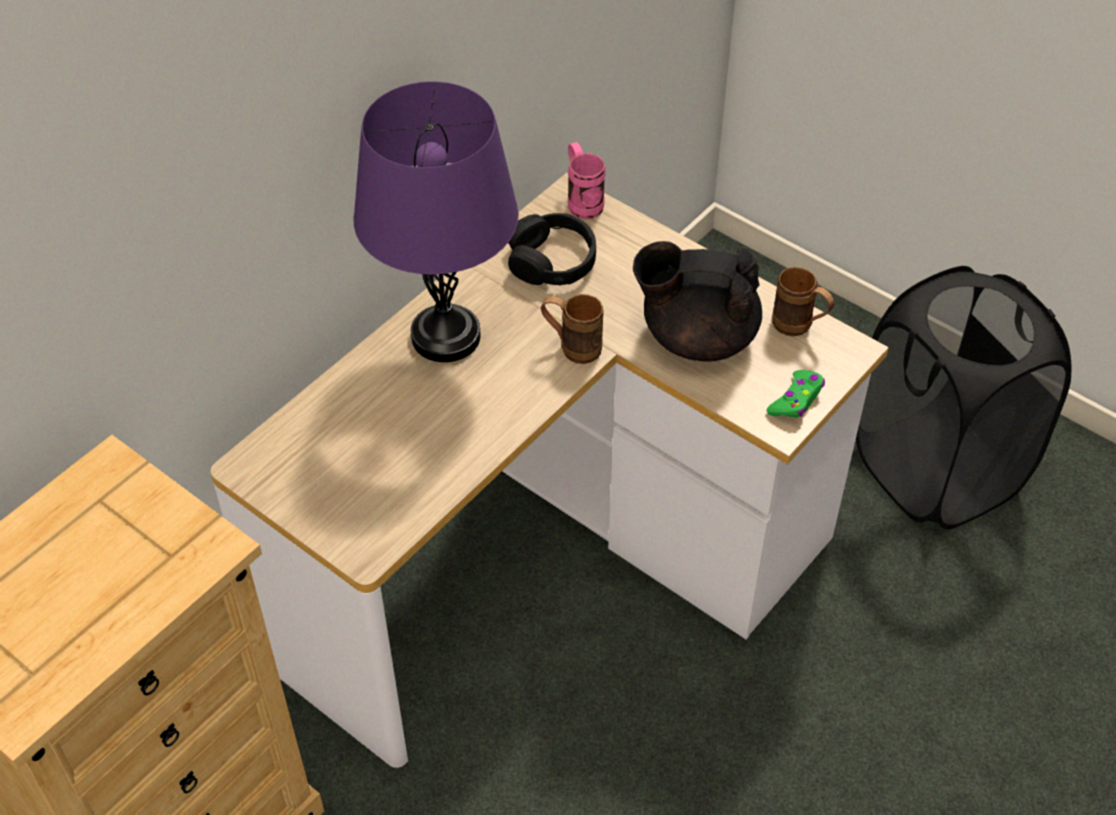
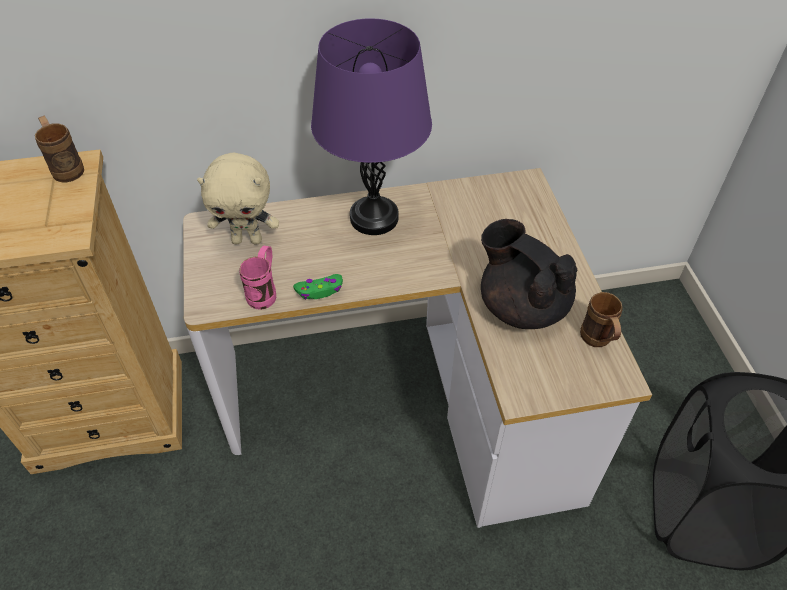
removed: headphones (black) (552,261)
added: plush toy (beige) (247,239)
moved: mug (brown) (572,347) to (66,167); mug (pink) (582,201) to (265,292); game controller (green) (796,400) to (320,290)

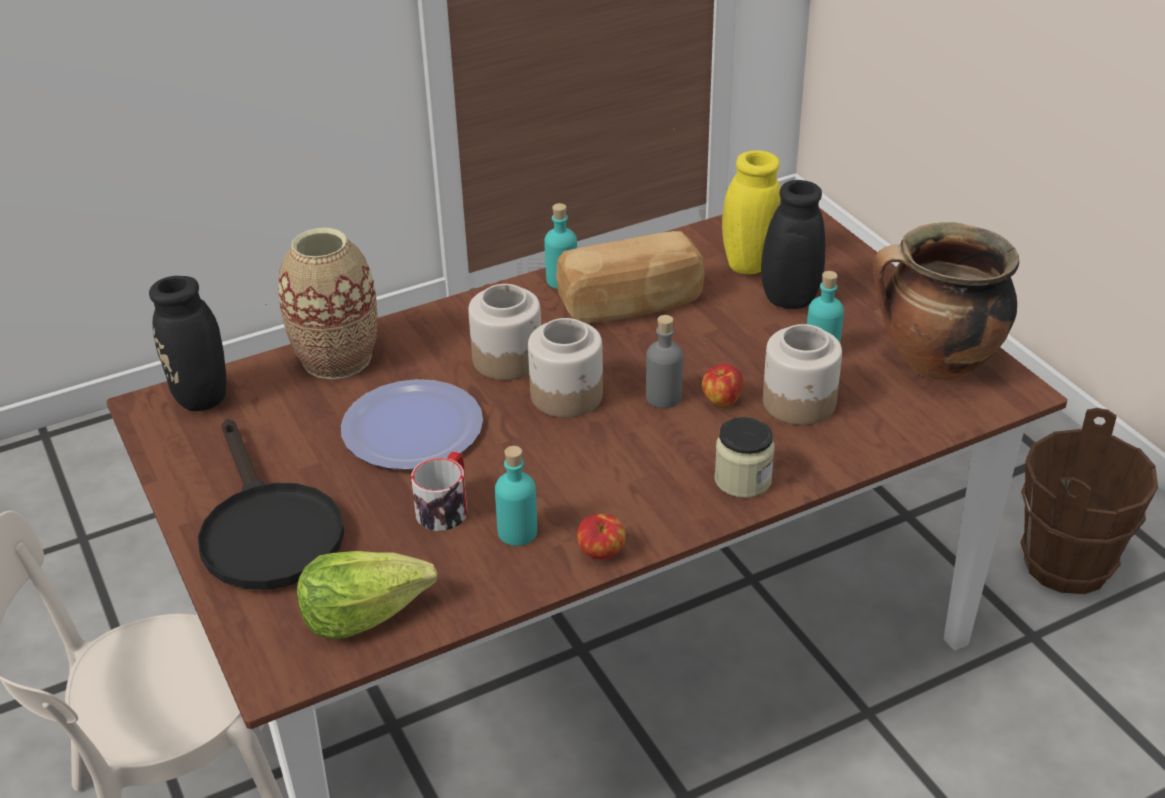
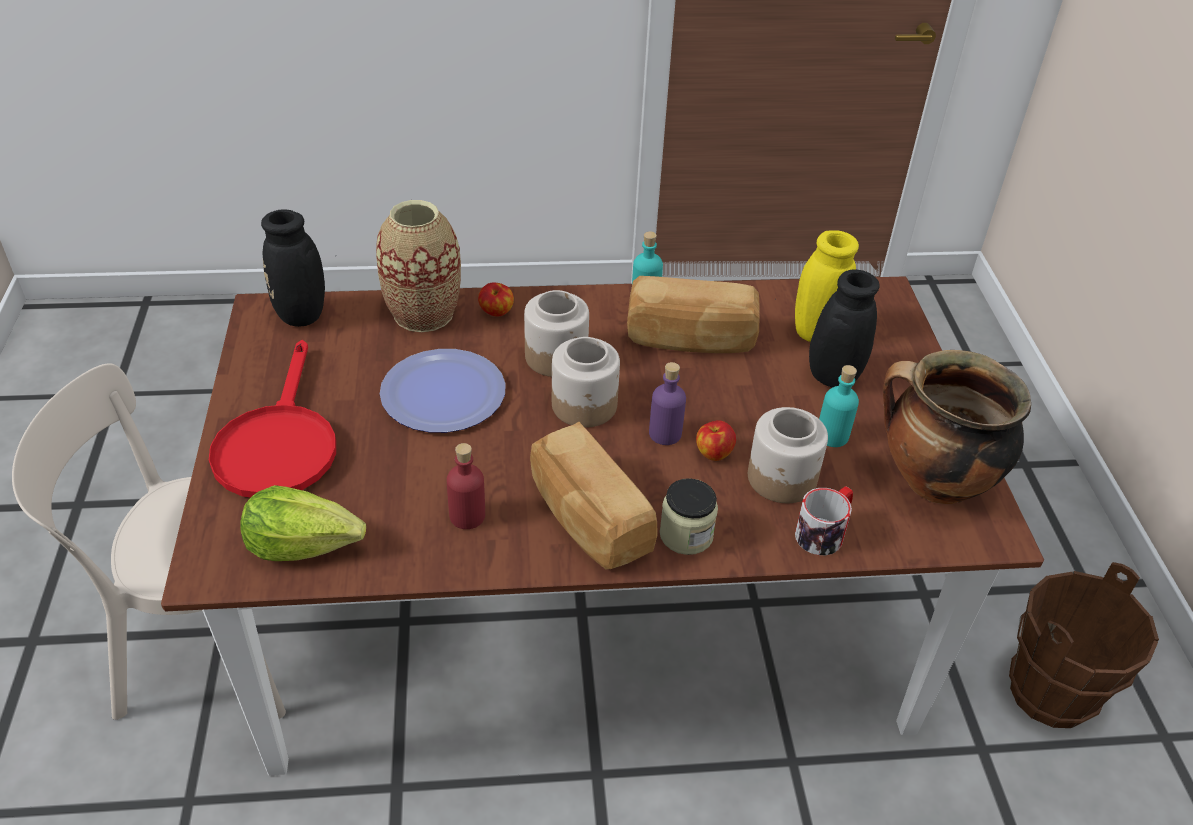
added: bread (587,518)
moved: apple (601,553) to (496,313); mug (446,506) to (824,531)
recoloured: frying pan (black) (266,530) to frying pan (red) (278,444); bottle (turquoise) (517,532) to bottle (red) (467,516); bottle (grey) (663,397) to bottle (purple) (665,433)

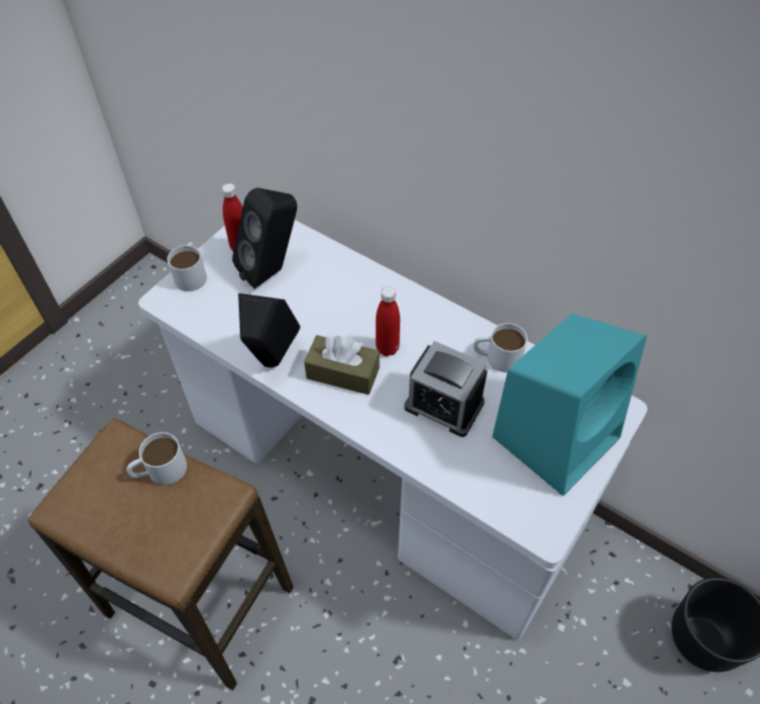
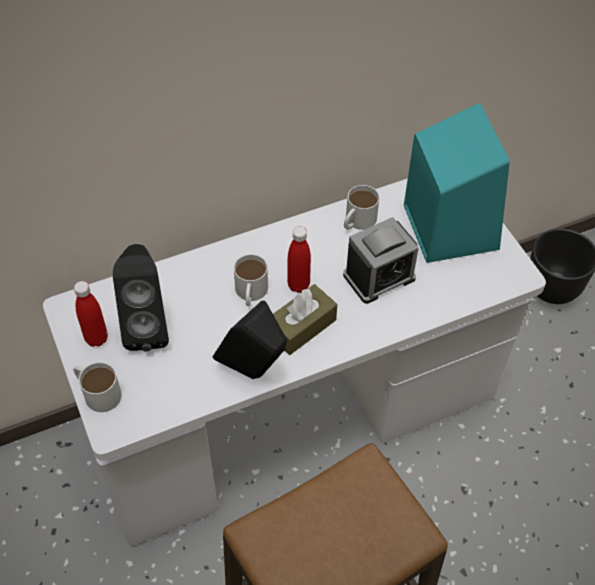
moved: mug (white) (159,471) to (250,293)

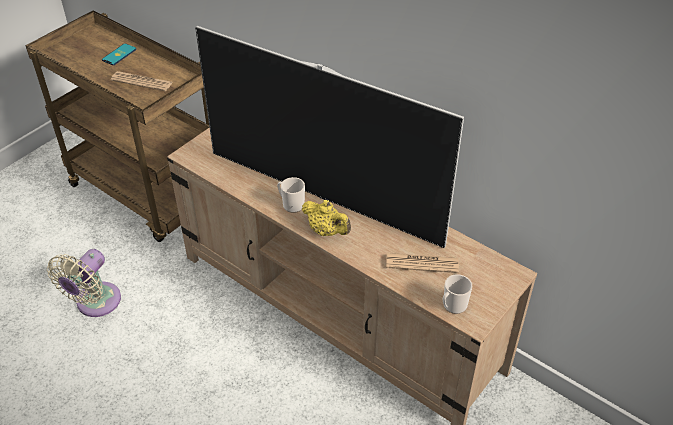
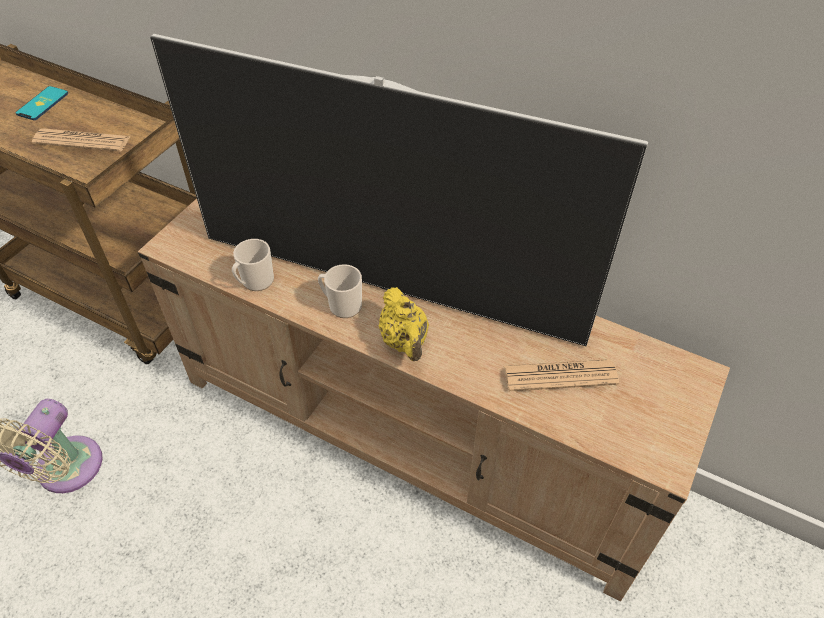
moved: mug (453,306) to (255,282)
turned: teapot (yellow) (327,231) = (405,342) 45 degrees clockwise

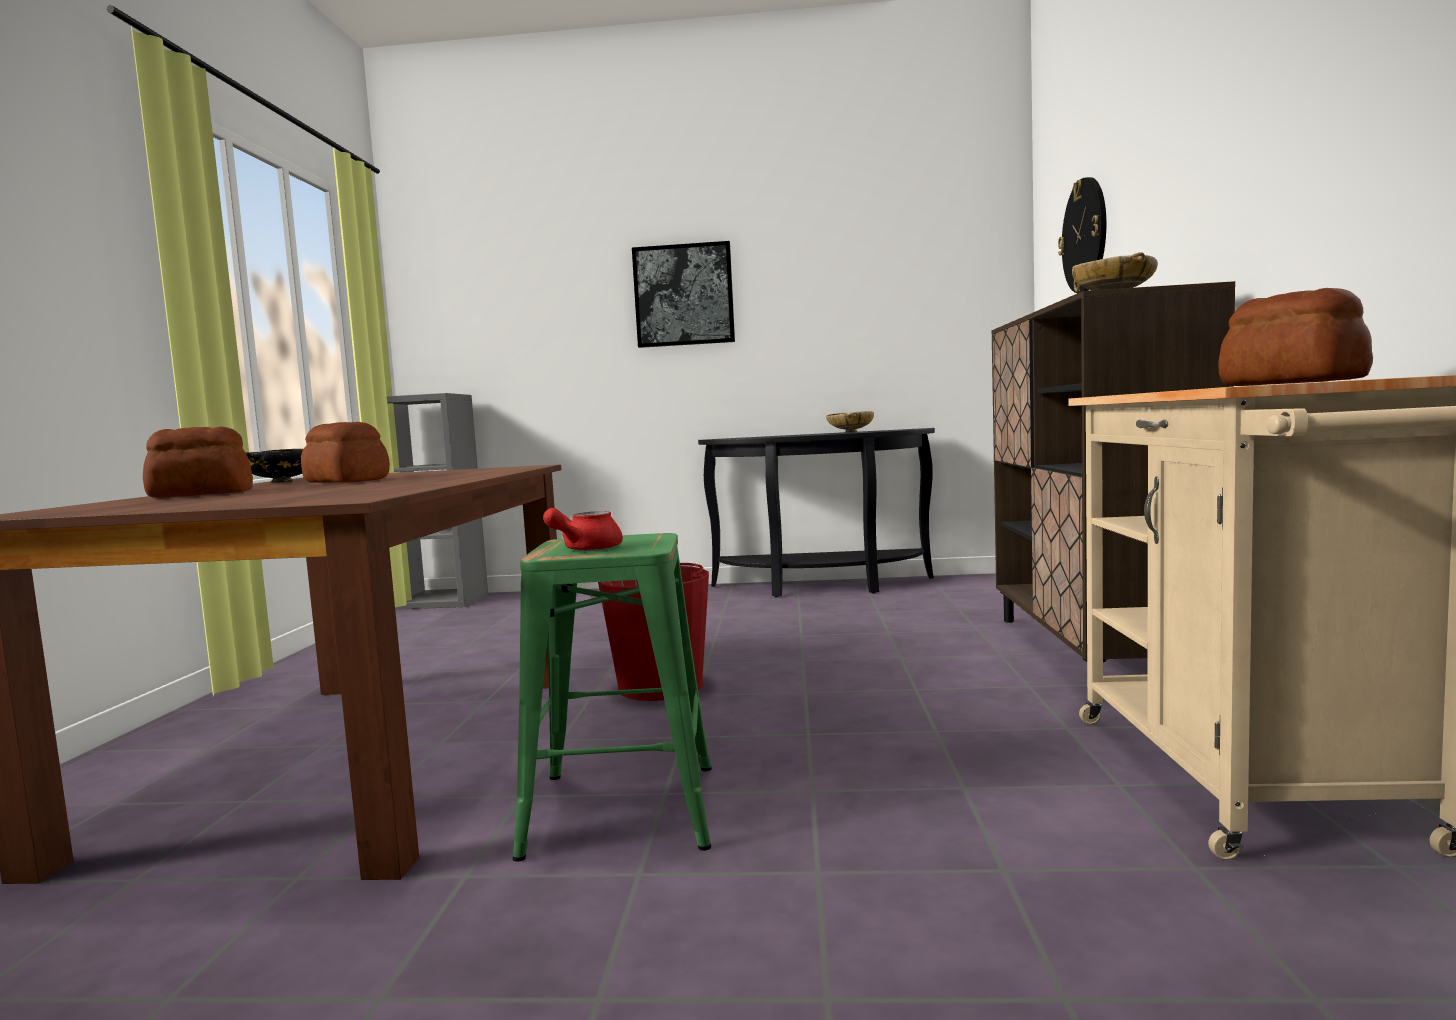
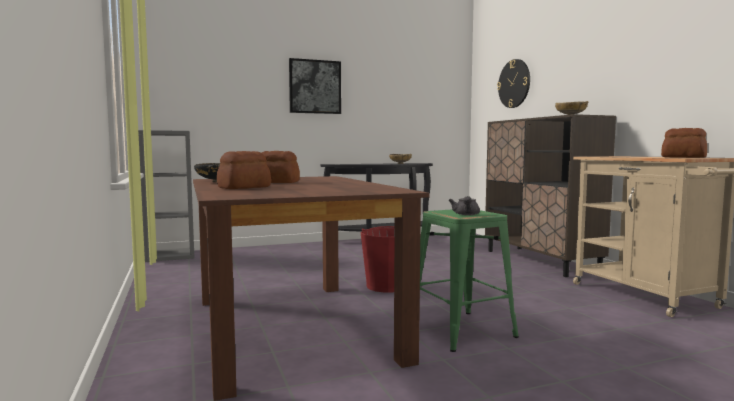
recoloured: teapot (red) (585,549) to teapot (grey) (466,214)

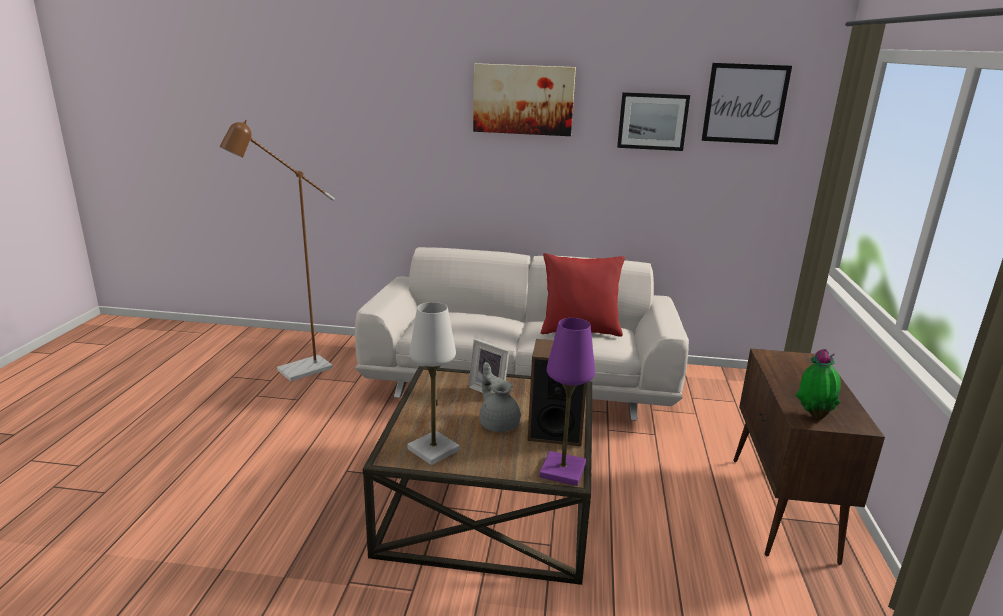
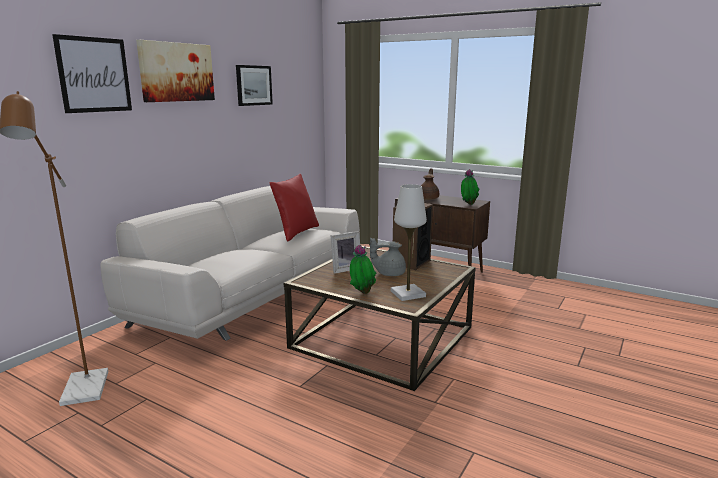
removed: table lamp (purple) (562,470)
added: potted plant (361,293); teapot (brown) (429,198)
moved: picture (745,104) to (94,75)

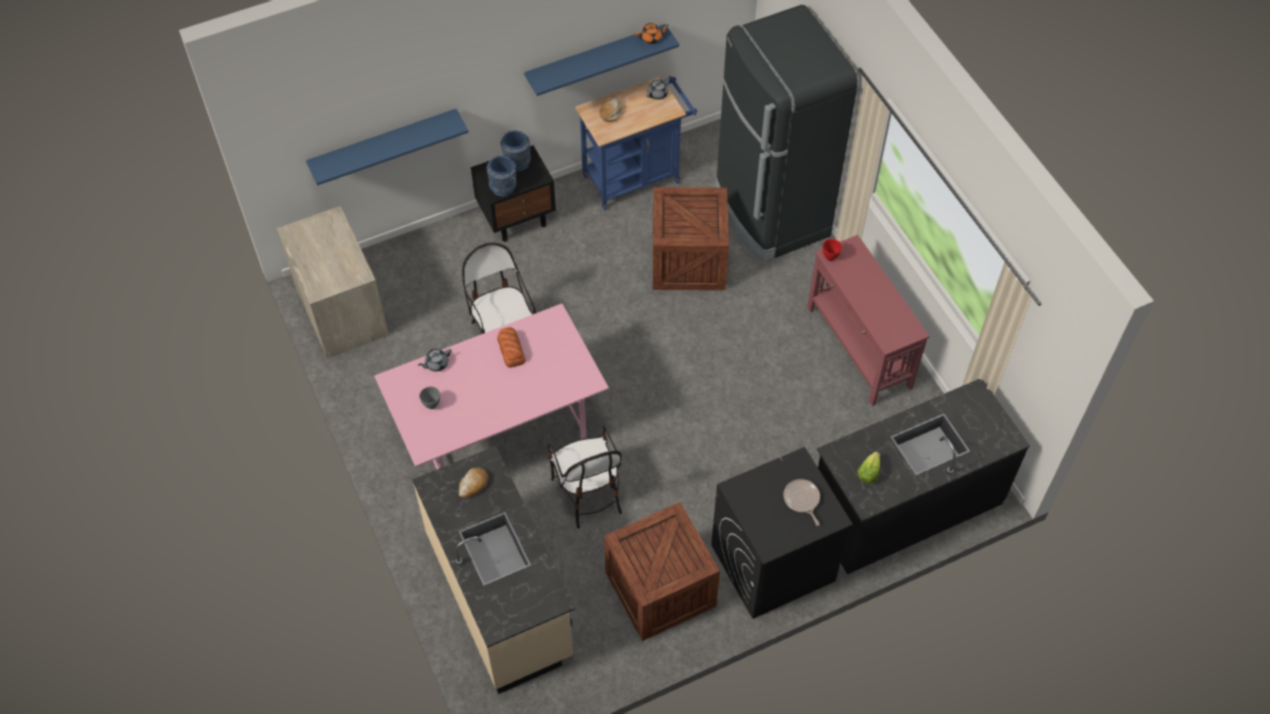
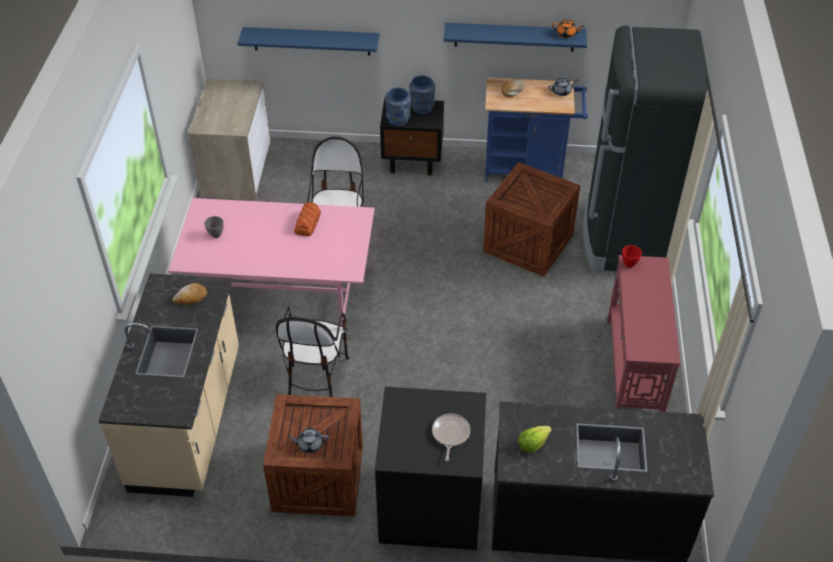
moved: teapot (grey) (436,364) to (309,444)

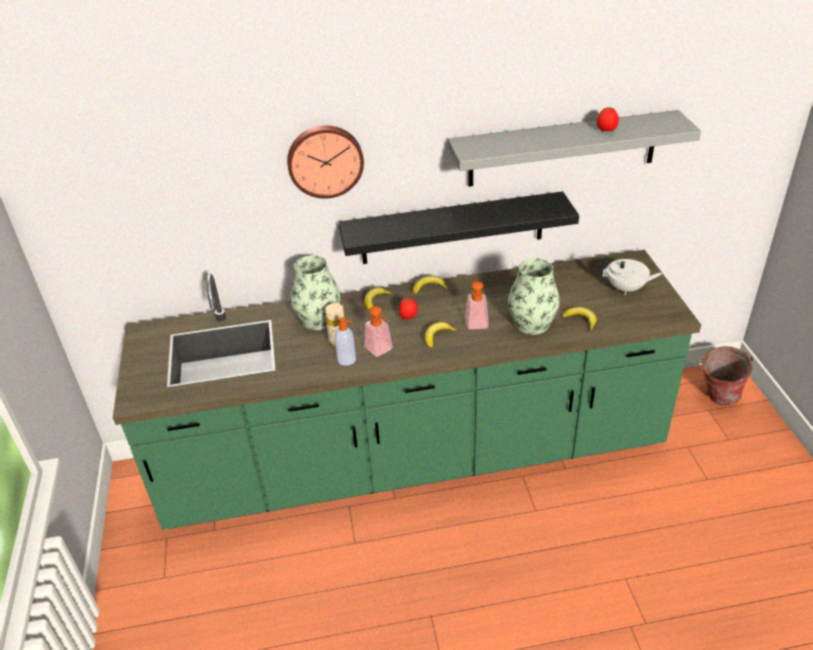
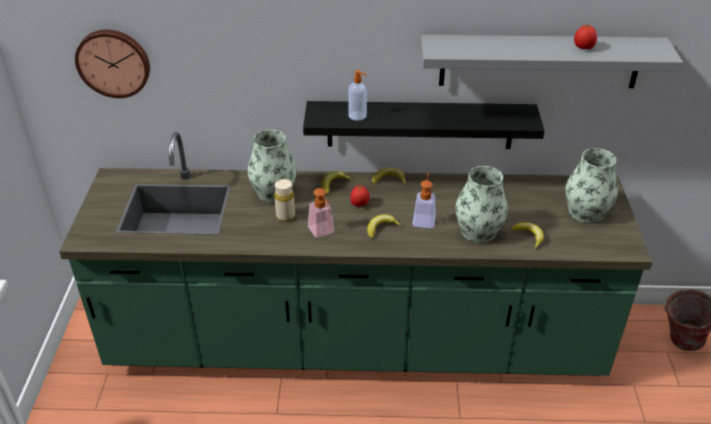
moved: wall clock (325,160) to (114,62); soap dispenser (347,360) to (358,116)
replaced: teapot (white) (626,288) to vase (585,212)

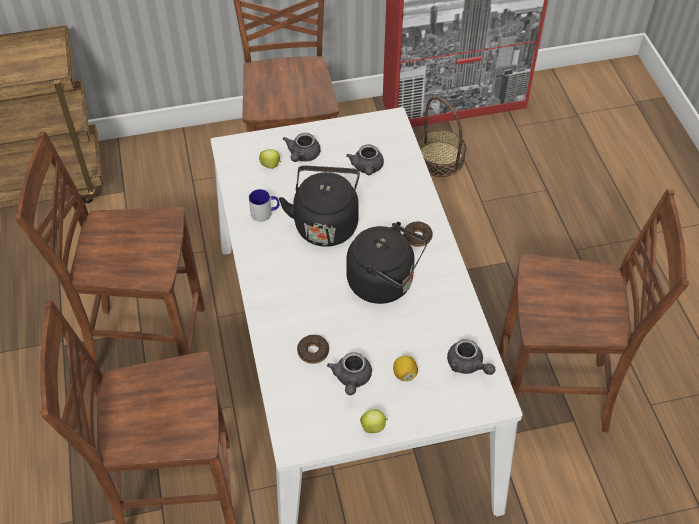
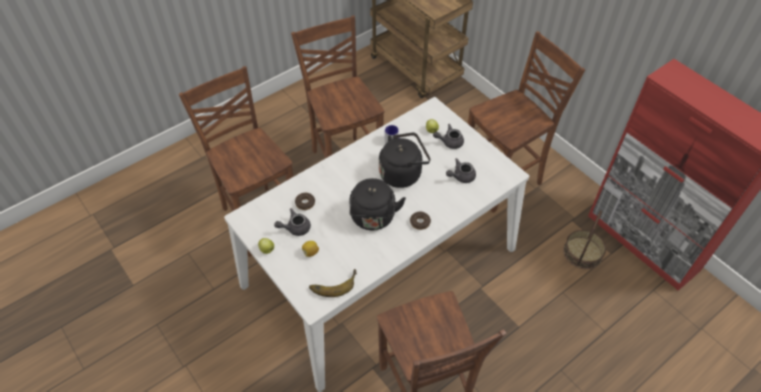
replaced: teapot (grey) (468,365) to banana (333,283)

